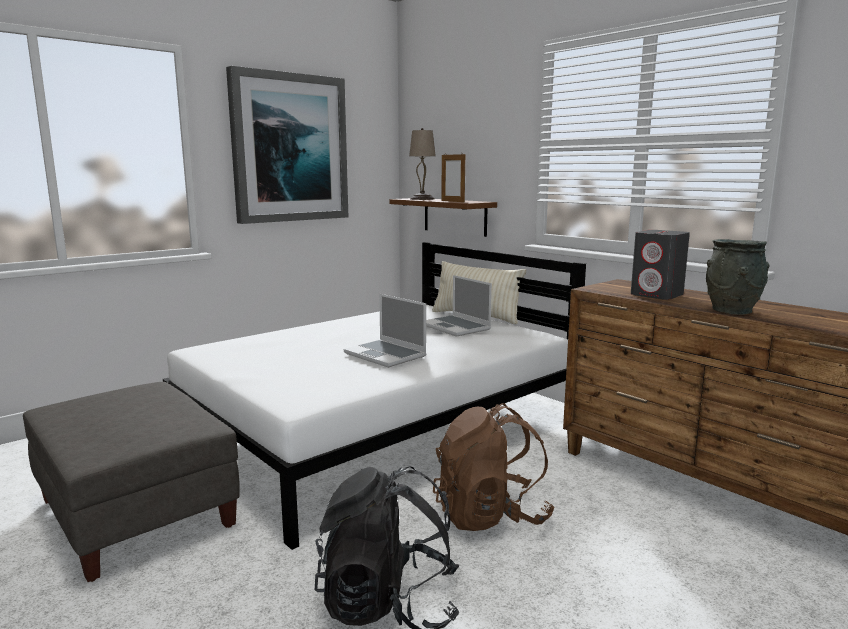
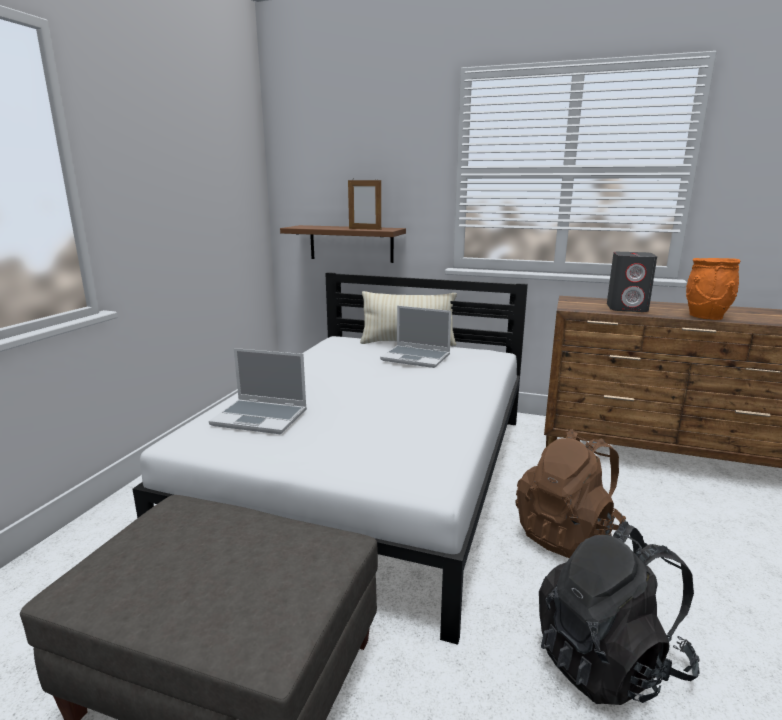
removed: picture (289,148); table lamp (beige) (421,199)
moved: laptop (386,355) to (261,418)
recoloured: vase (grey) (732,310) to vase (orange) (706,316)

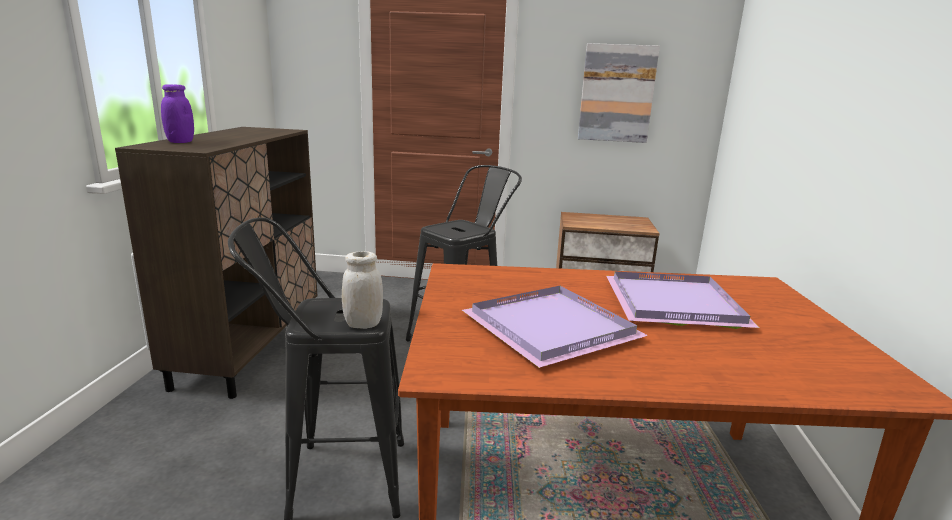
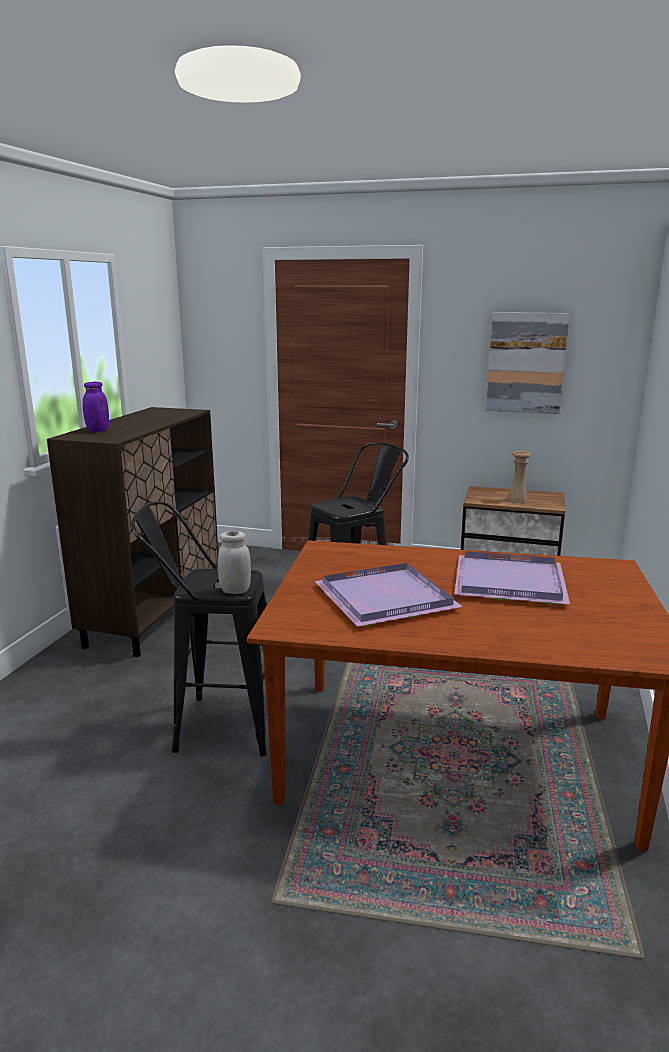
added: vase (beige) (517,500)

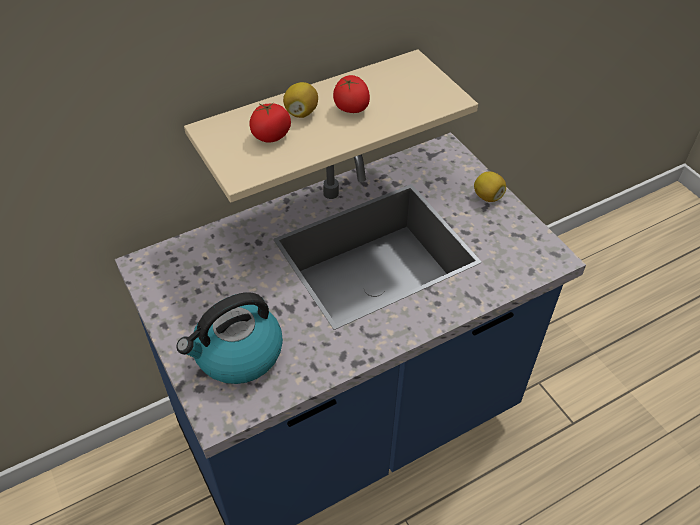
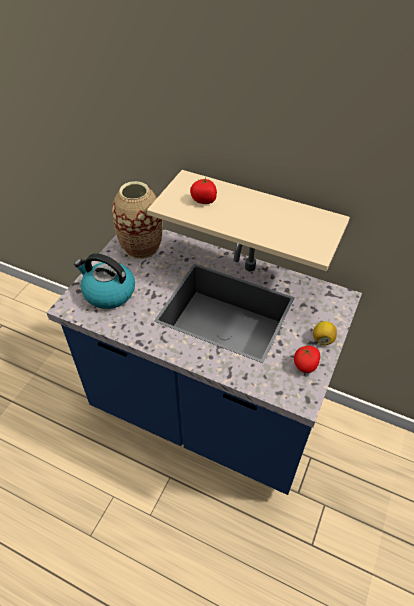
removed: lemon (301,112)
added: vase (141,246)
moved: tomato (351,108) to (305,365)

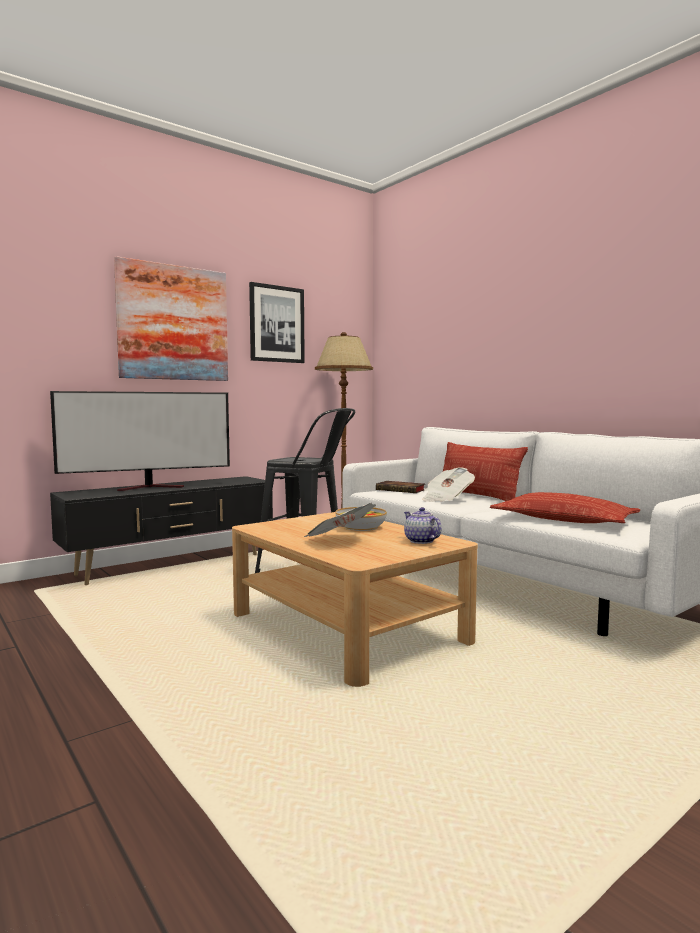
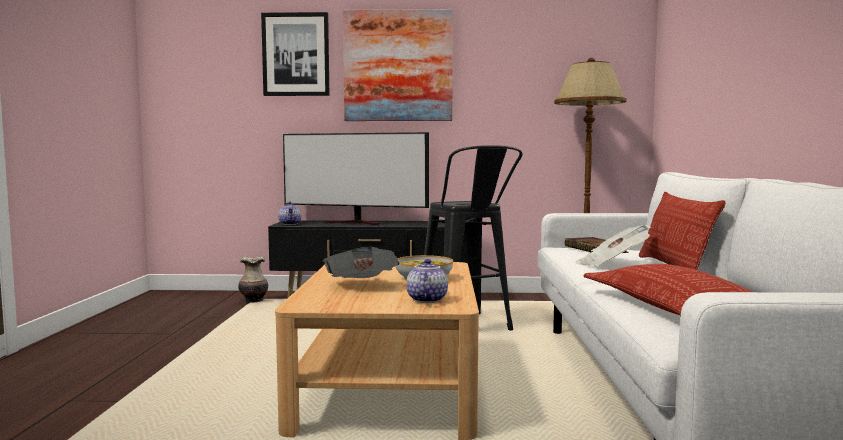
added: vase (254,301); teapot (290,224)
moved: picture (276,324) to (296,54)

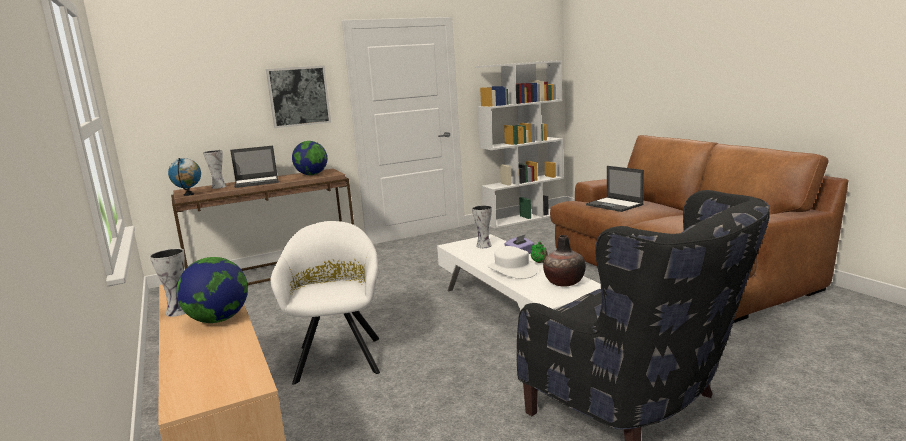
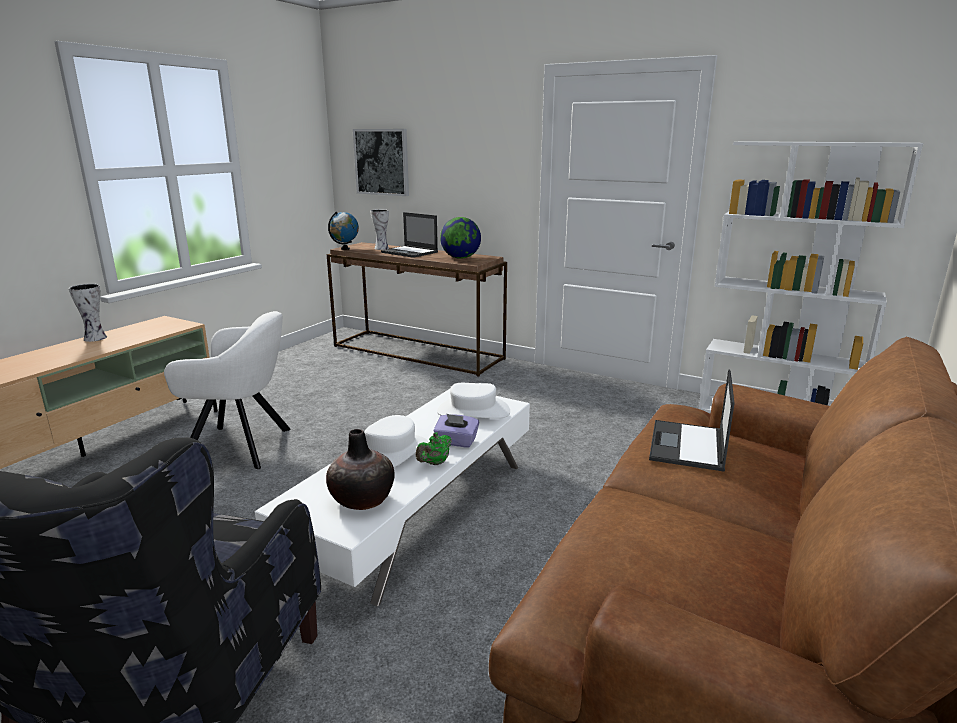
removed: globe (218,319)
moved: picture (299,96) to (382,162)
replaced: vase (484,246) to hat (white) (473,411)
turned: armchair (white) (339,356) = (244,447) 45 degrees clockwise

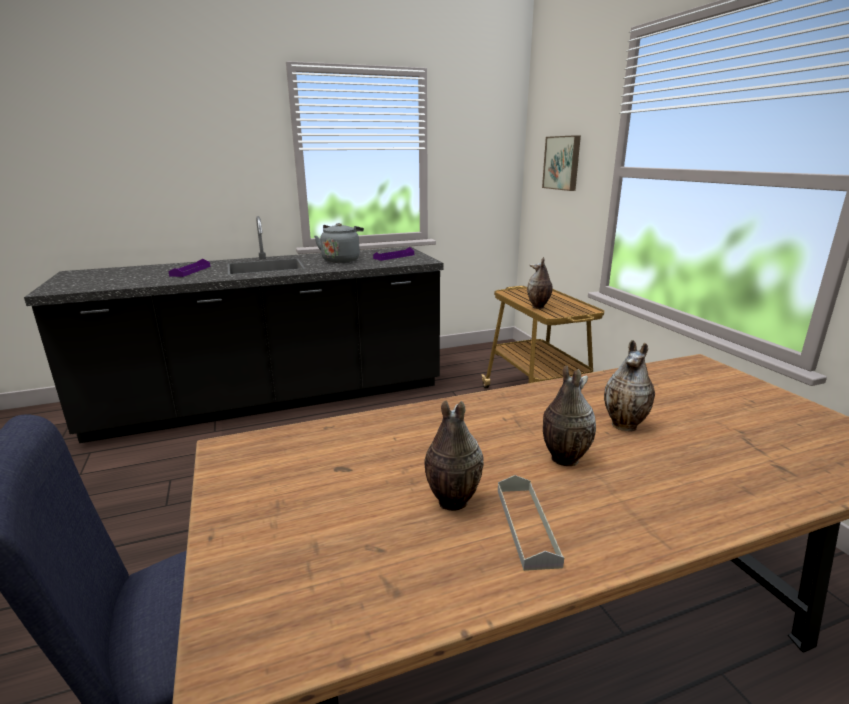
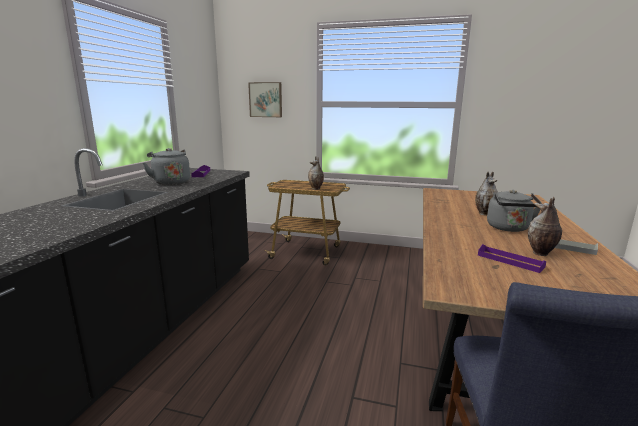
moved: tray (purple) (190,271) to (510,261)
replaced: vase (562,459) to kettle (grey) (509,228)

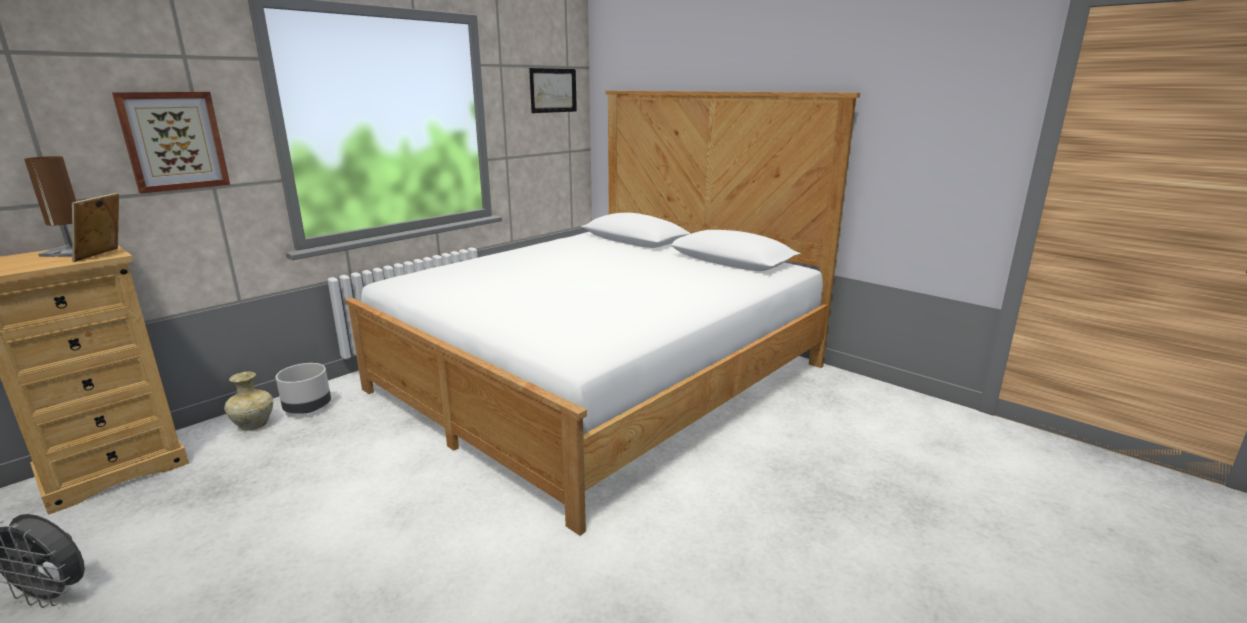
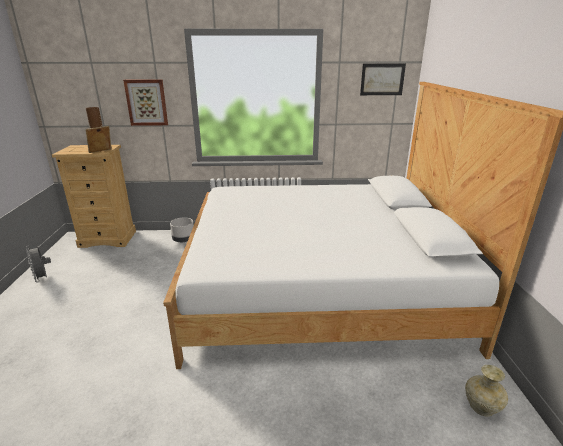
moved: vase (beige) (253,425) to (481,408)

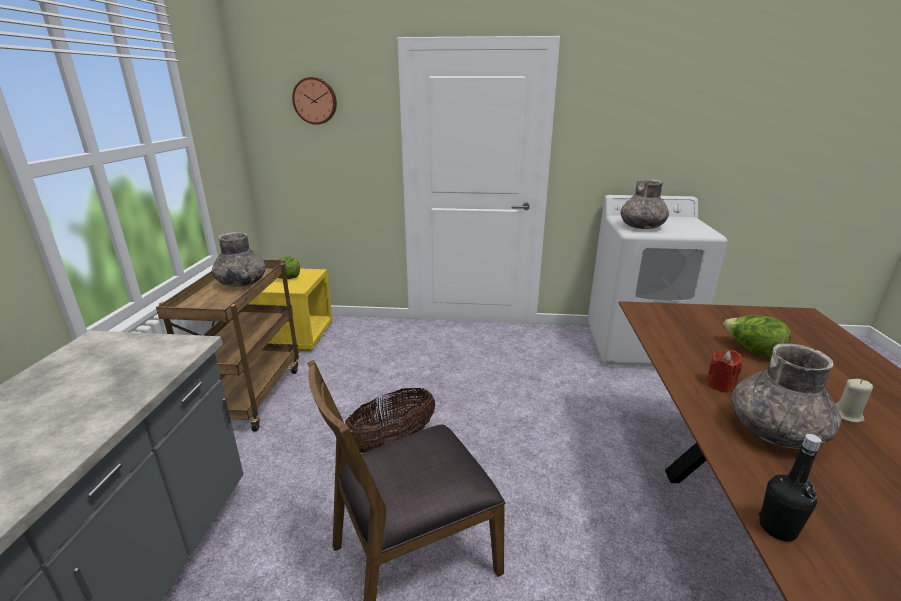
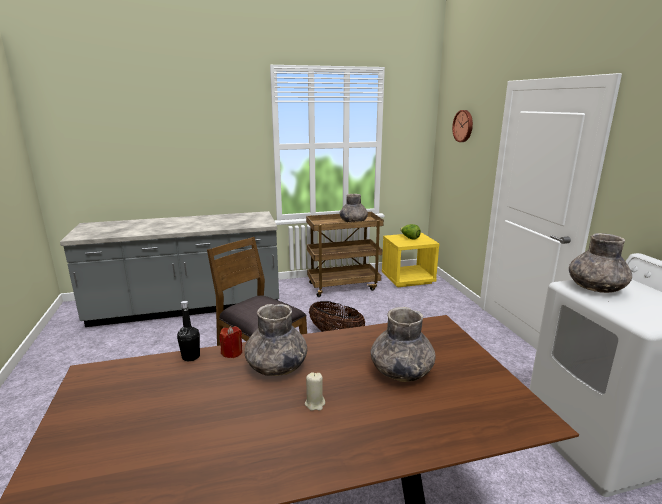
moved: candle (red) (720,385) to (232,352)
replaced: lettuce (752,351) to vase (grey) (401,371)

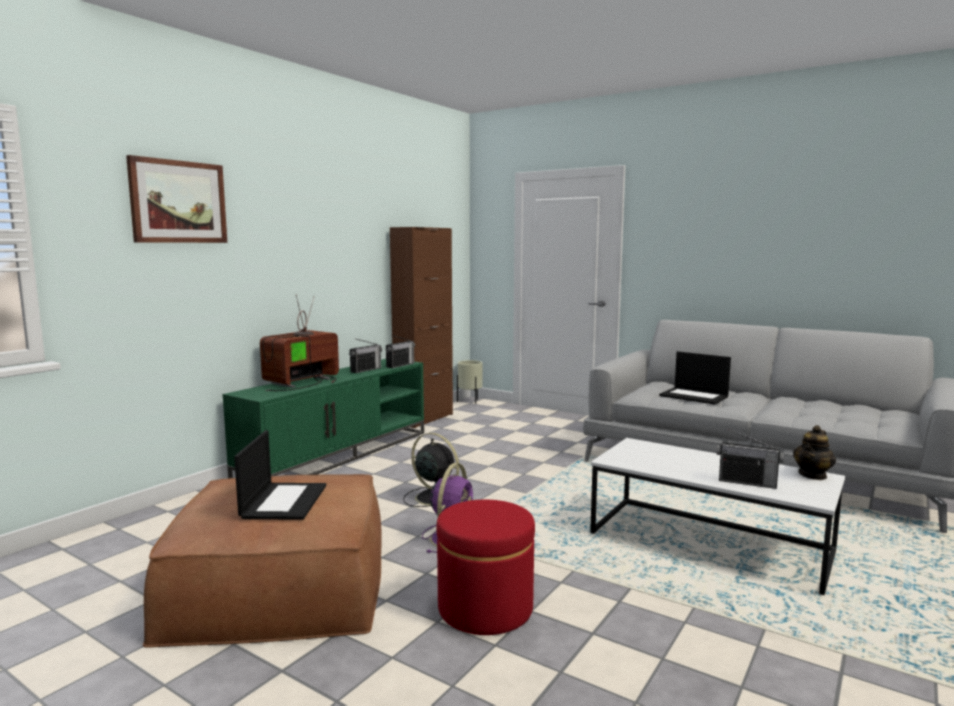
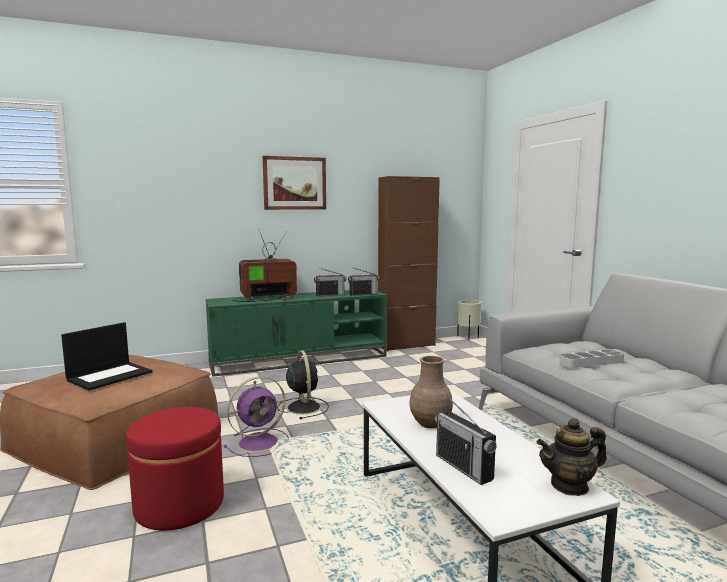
added: vase (brown) (430,423)
moved: picture (178,202) to (294,183)
replaced: laptop (694,396) to tray (grey) (591,362)

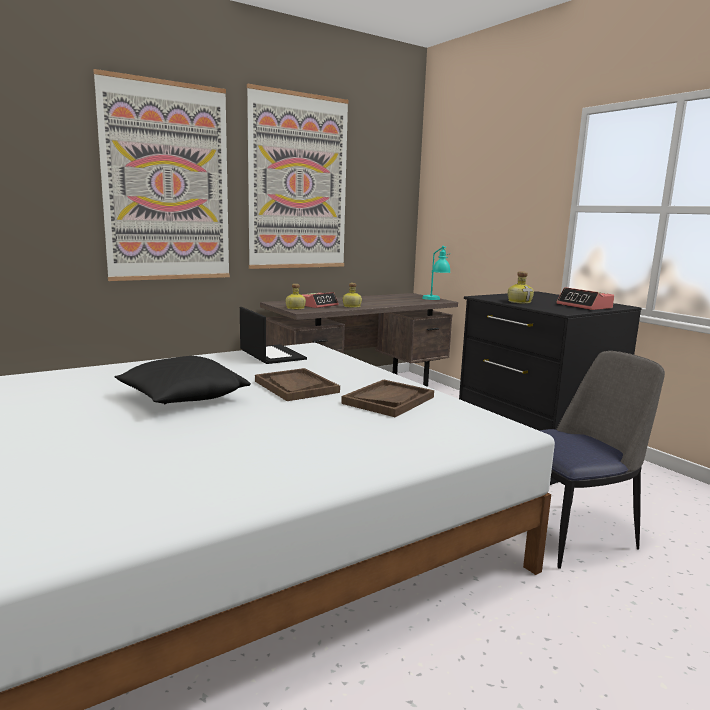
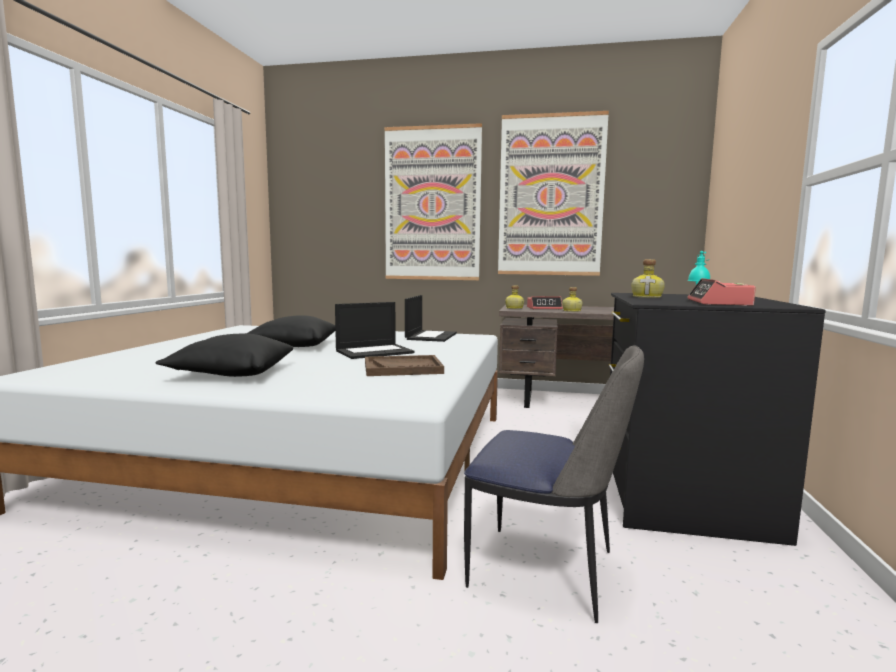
added: pillow (black) (231,373)
replaced: tray (brown) (296,387) to laptop (375,352)

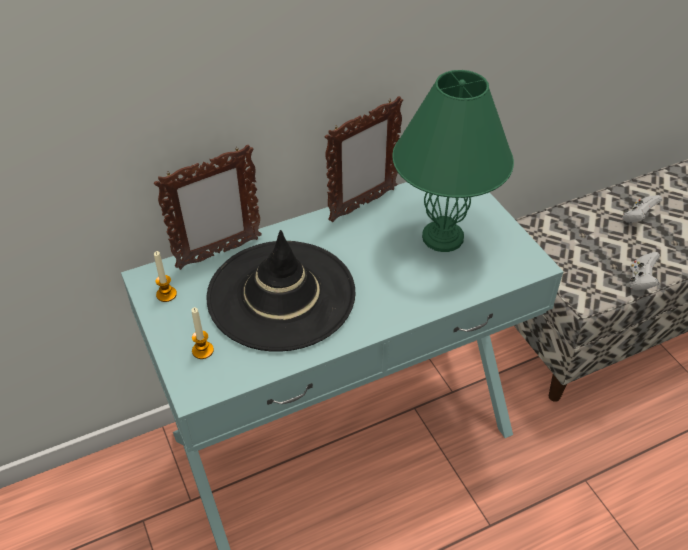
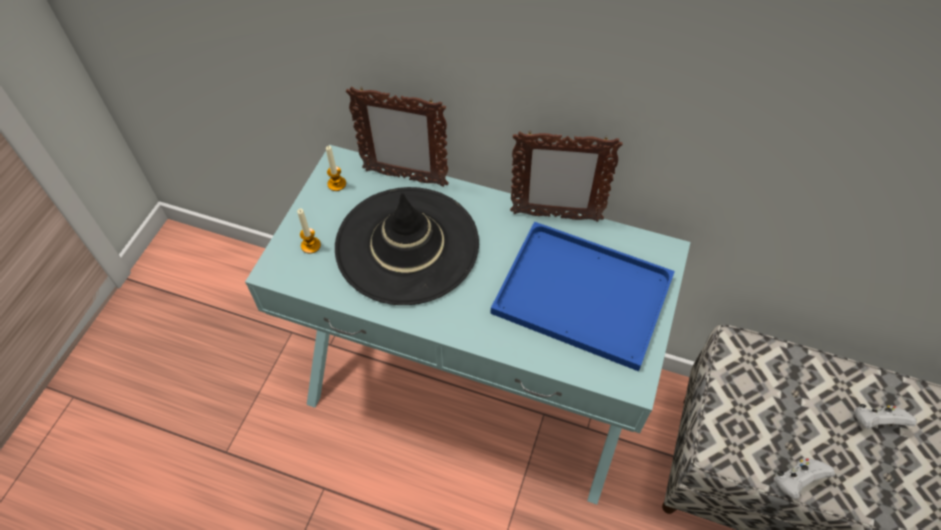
replaced: table lamp (green) (443,237) to tray (blue) (586,295)

